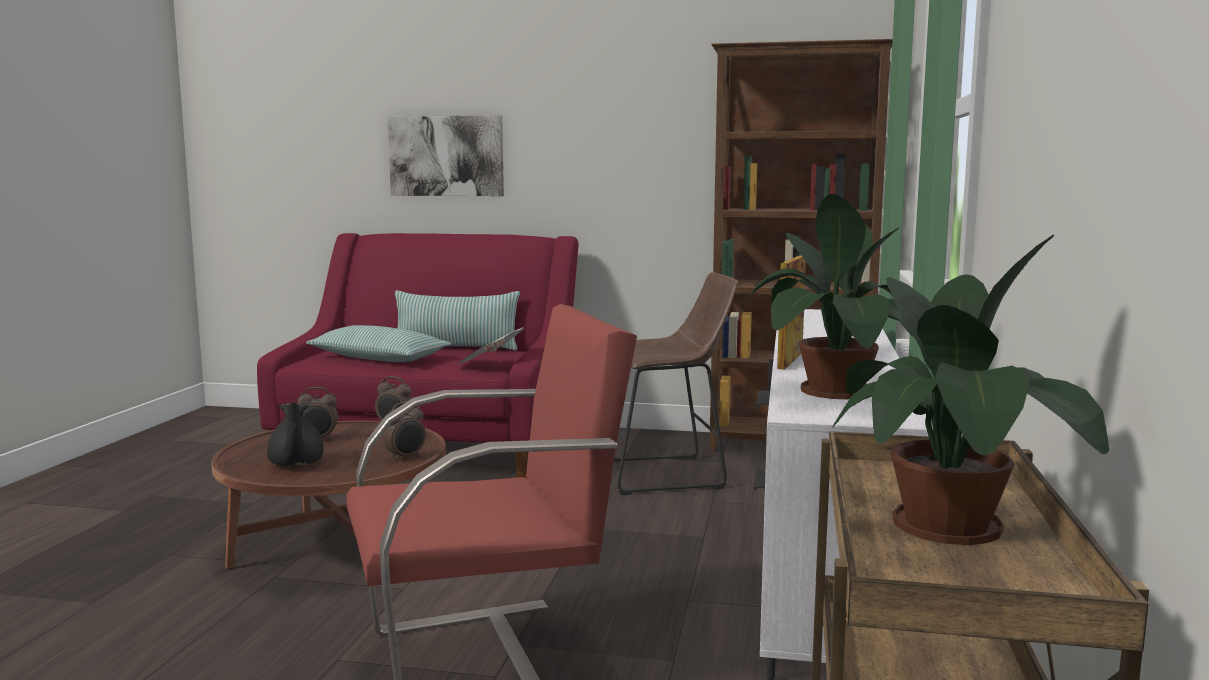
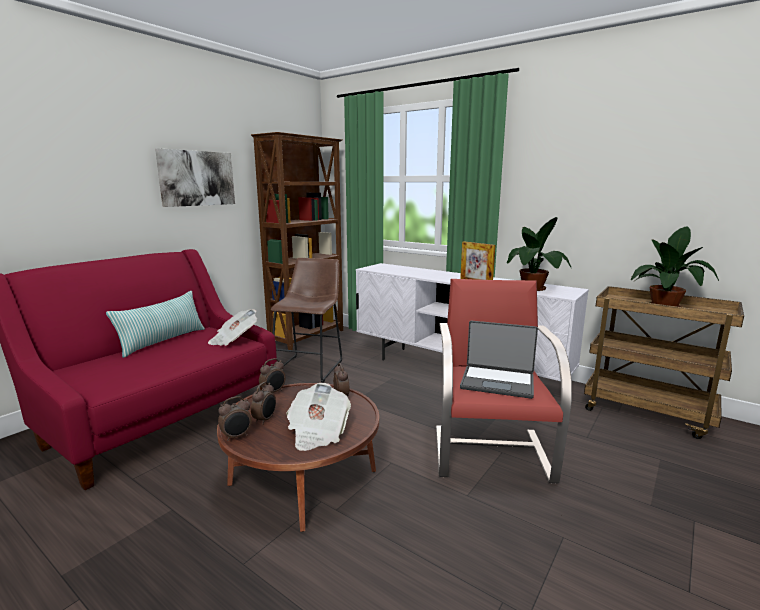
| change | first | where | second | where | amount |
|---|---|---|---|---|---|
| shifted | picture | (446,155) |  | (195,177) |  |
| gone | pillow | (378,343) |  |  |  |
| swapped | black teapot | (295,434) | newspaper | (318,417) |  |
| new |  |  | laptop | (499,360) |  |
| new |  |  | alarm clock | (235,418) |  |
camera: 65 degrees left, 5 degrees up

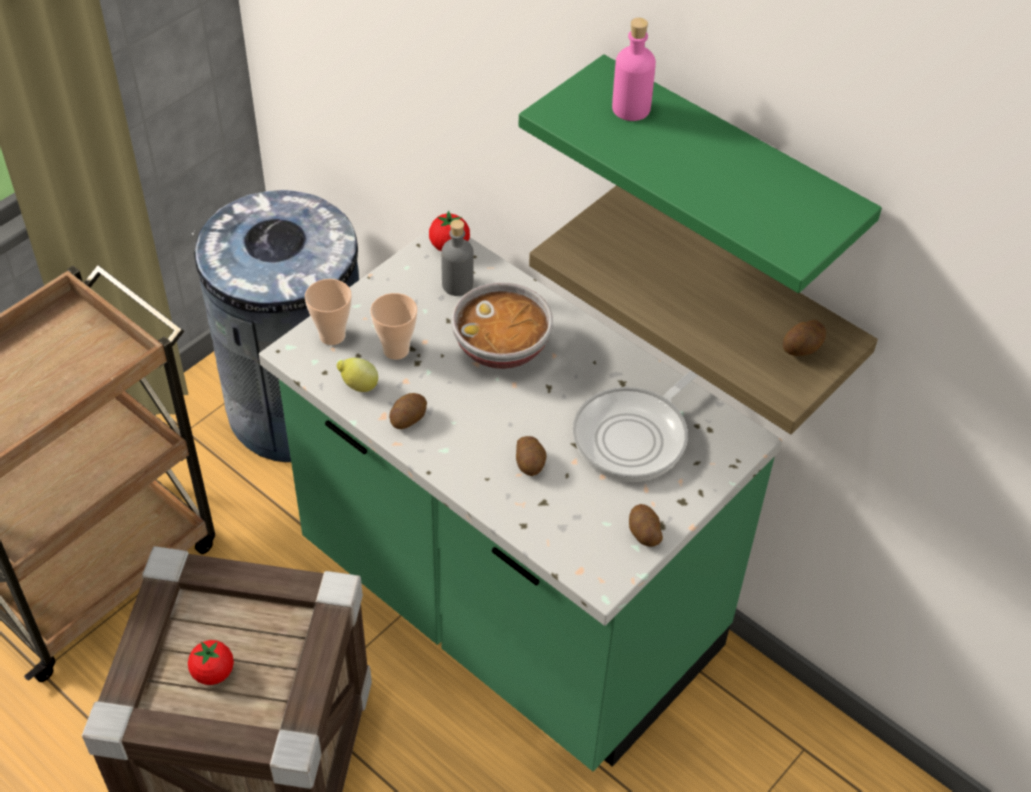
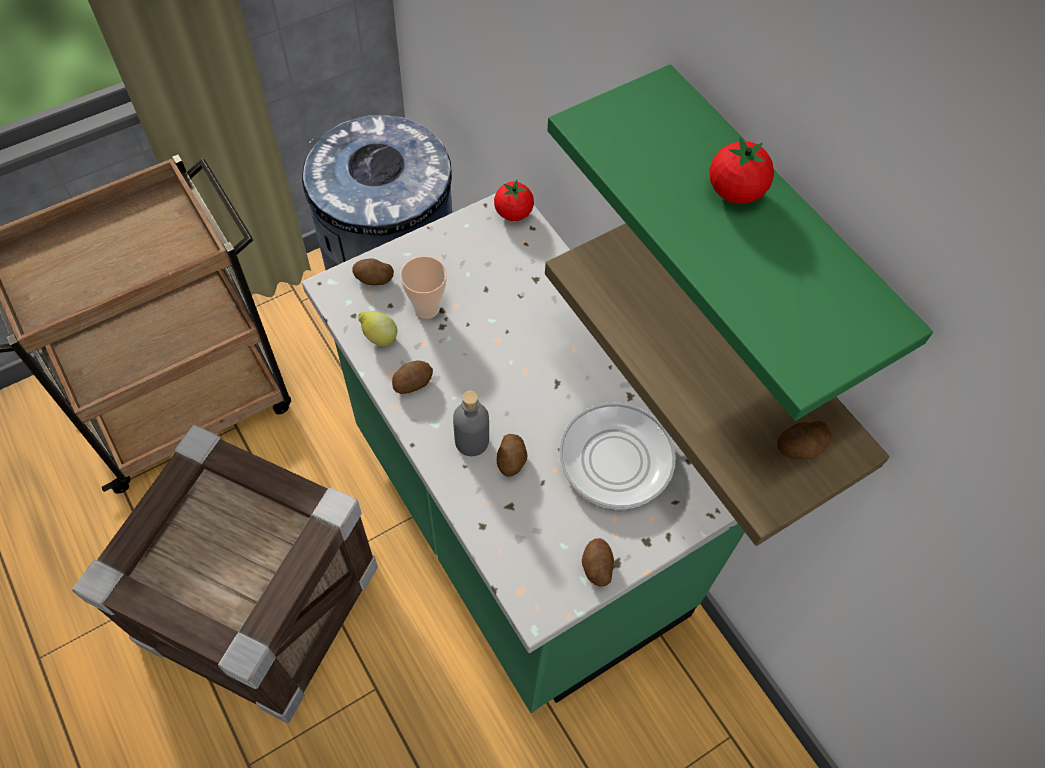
| change | first | where | second | where | amount |
|---|---|---|---|---|---|
| gone | pink bottle | (634,69) |  |  |  |
| shifted | grey bottle | (457,257) |  | (471,423) |  |
| swapped | cup | (328,312) | potato | (373,272) |  |
| gone | bowl | (502,326) |  |  |  |
| shifted | tomato | (211,662) |  | (741,171) |  |
camera: 15 degrees right, 10 degrees up

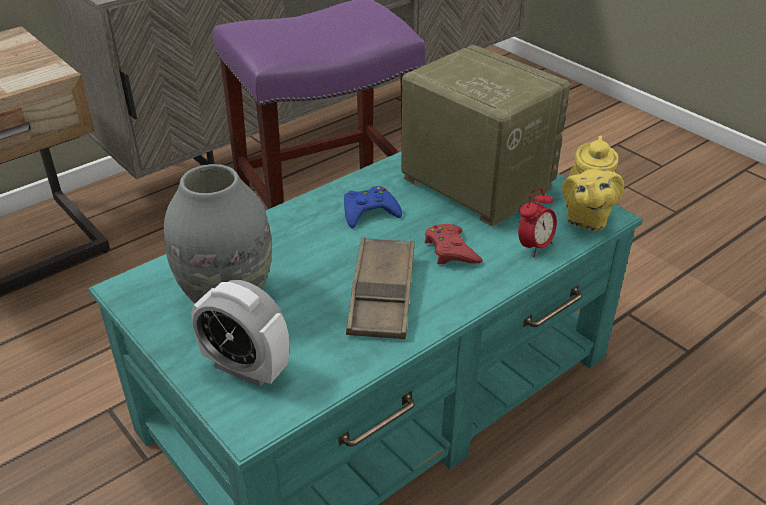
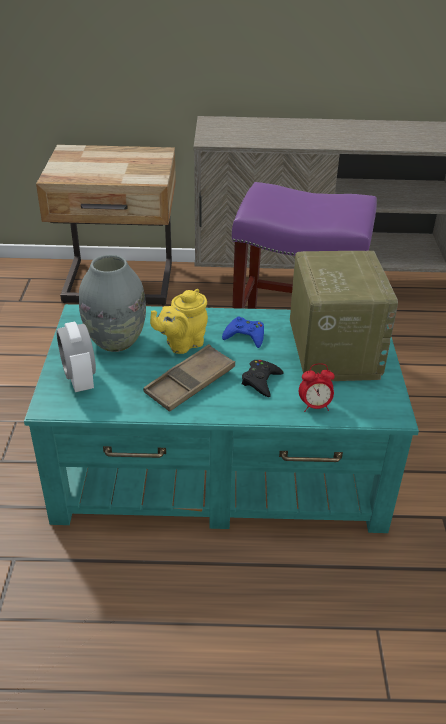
| change | first | where | second | where | amount |
|---|---|---|---|---|---|
| shifted | yellow teapot | (593,183) |  | (179,321) |  |
| repainted | red game controller | (454,244) | black game controller | (263,378) |  |
camera: 40 degrees right, 0 degrees up

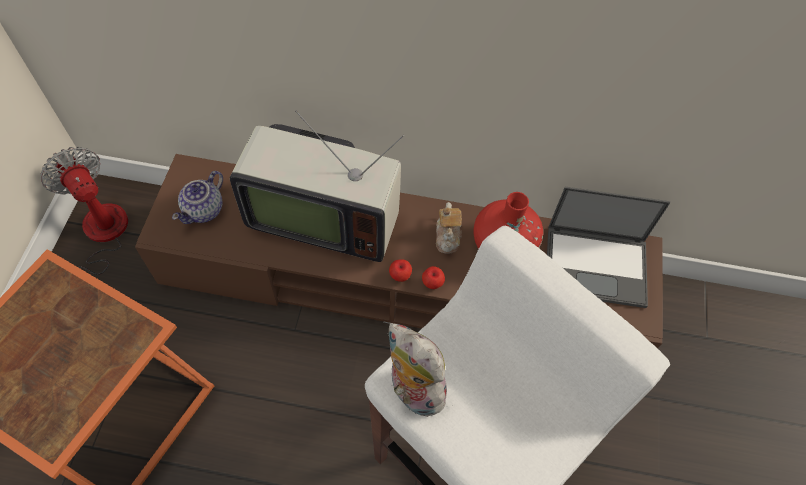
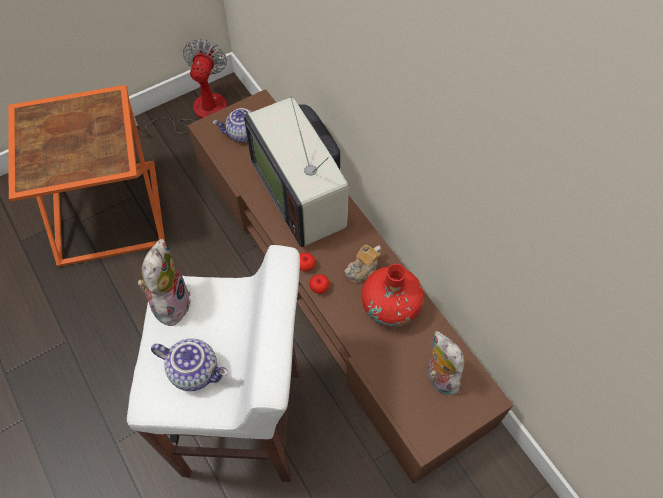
| change | first | where | second | where | amount |
|---|---|---|---|---|---|
| swapped | laptop | (608,247) | plush toy | (446,363) |  |
| new |  |  | teapot | (189,364) |  |
camera: 50 degrees right, 0 degrees up

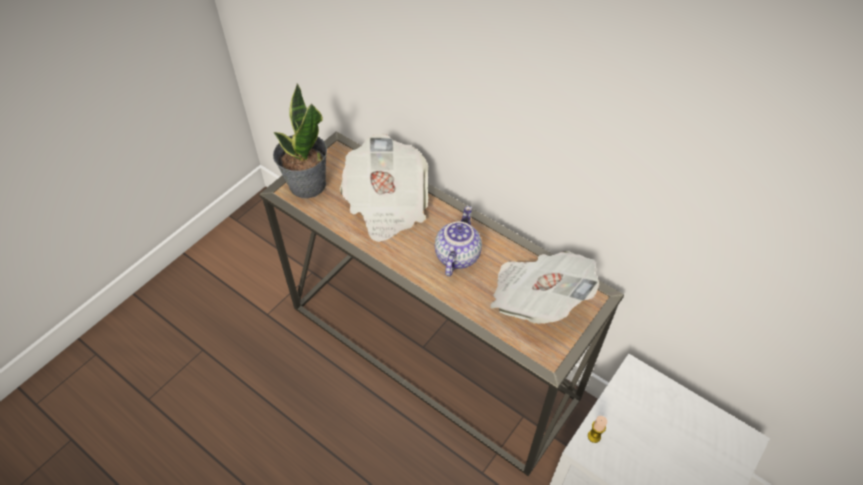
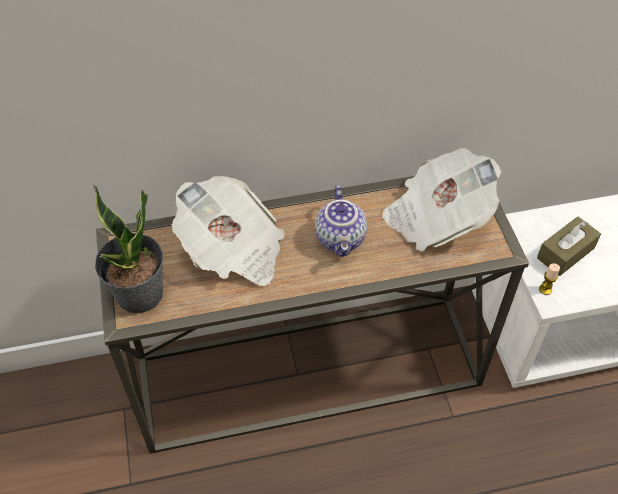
| change | first | where | second | where | amount |
|---|---|---|---|---|---|
| rotated | teapot | (458,241) |  | (341,221) | 150 degrees counterclockwise |
| new |  |  | brown tissue box | (569,246) |  |
camera: 50 degrees left, 0 degrees up

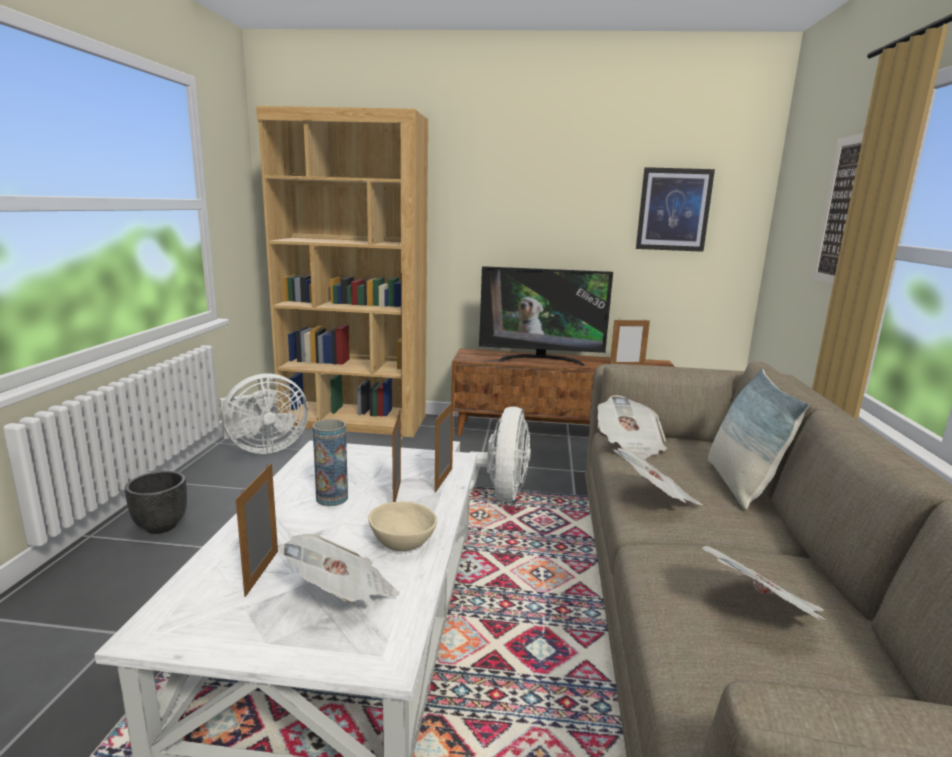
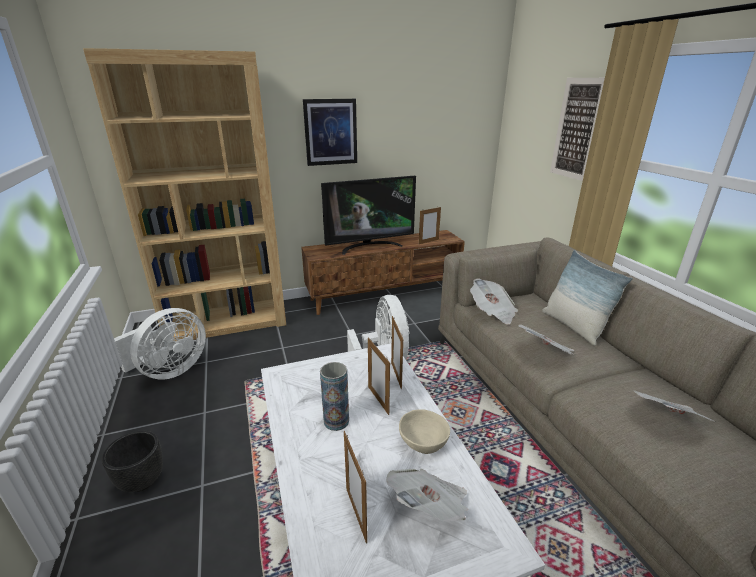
| change | first | where | second | where | amount |
|---|---|---|---|---|---|
| shifted | picture | (675,209) |  | (330,132) |  |
camera: 25 degrees left, 10 degrees up

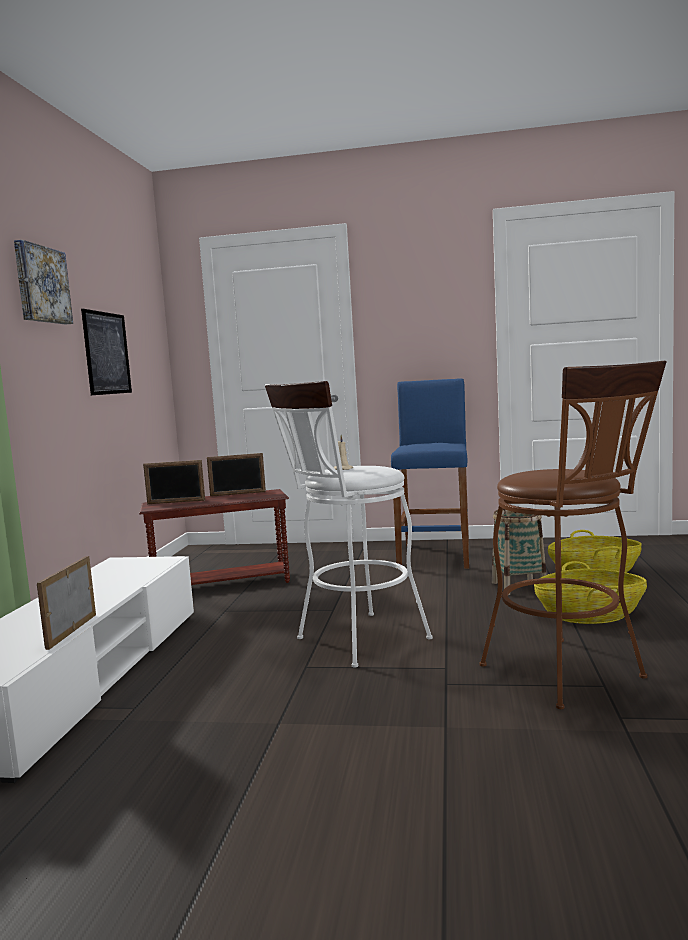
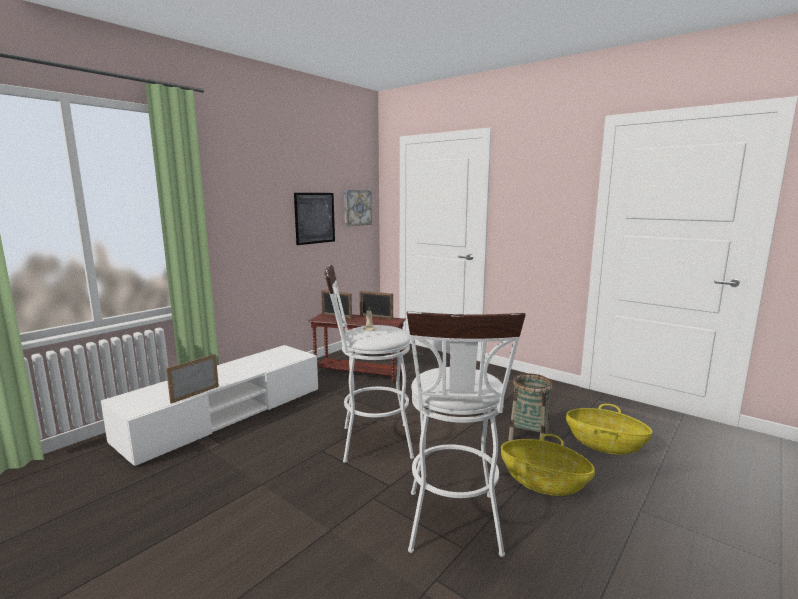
| change | first | where | second | where | amount |
|---|---|---|---|---|---|
| shifted | picture | (43,282) |  | (358,208) |  |
| repainted | brown stool | (573,535) | white stool | (466,434) |  |
| gone | blue stool | (430,473) |  |  |  |
camera: 30 degrees right, 5 degrees up

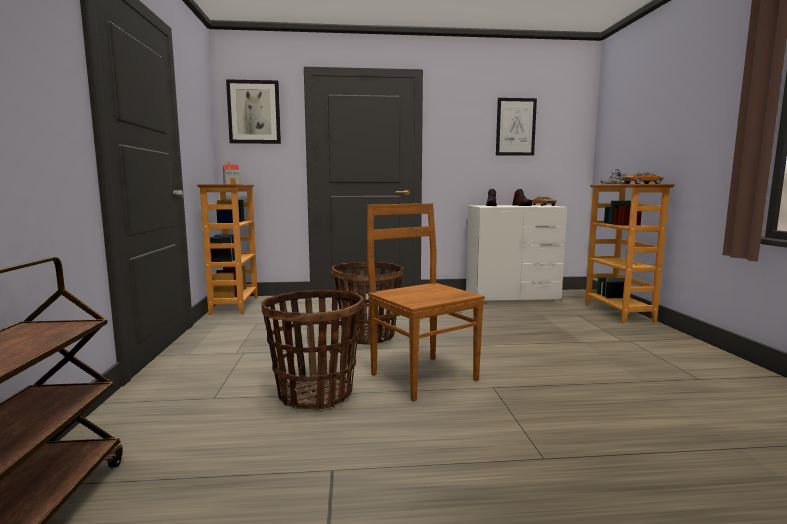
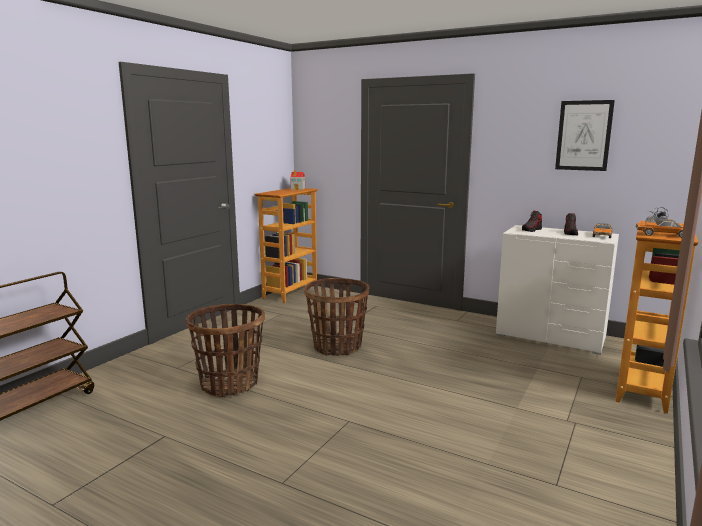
| change | first | where | second | where | amount |
|---|---|---|---|---|---|
| gone | picture | (253,111) |  |  |  |
| gone | brown chair | (426,302) |  |  |  |
camera: 35 degrees right, 5 degrees up

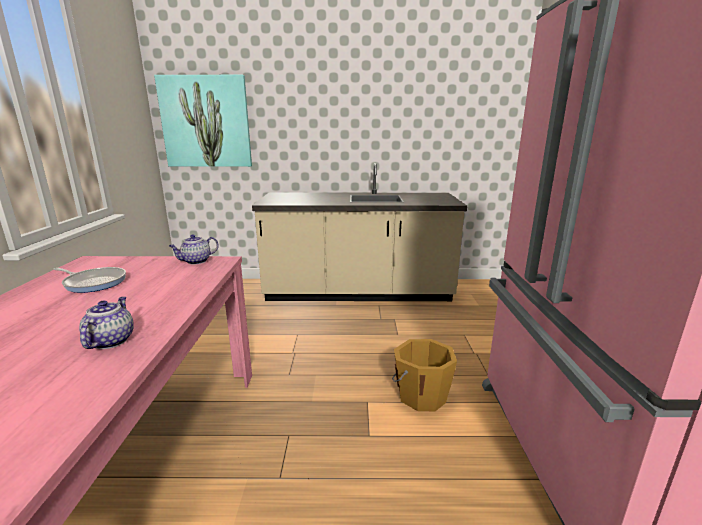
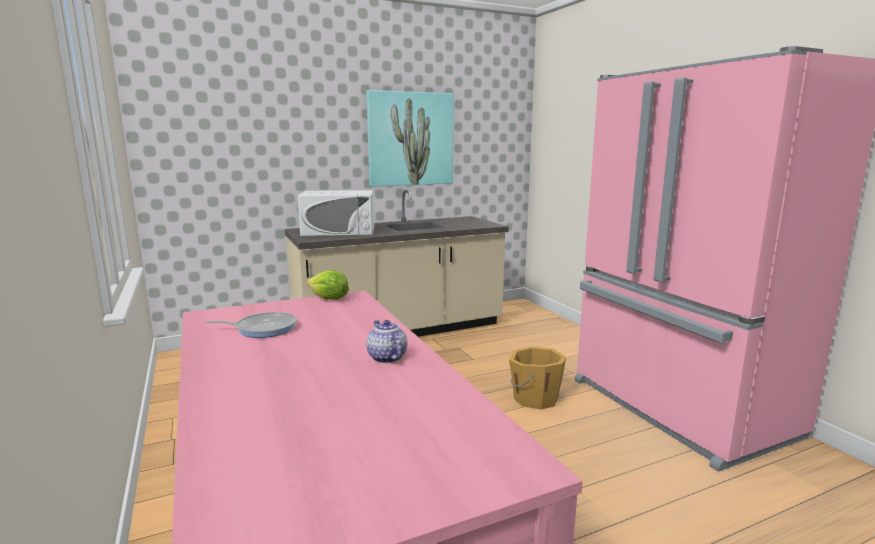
| change | first | where | second | where | amount |
|---|---|---|---|---|---|
| shifted | picture | (203,121) |  | (410,138) |  |
| swapped | teapot | (194,249) | lettuce | (328,285) |  |
| new |  |  | white microwave | (336,213) |  |
camera: 25 degrees left, 5 degrees down

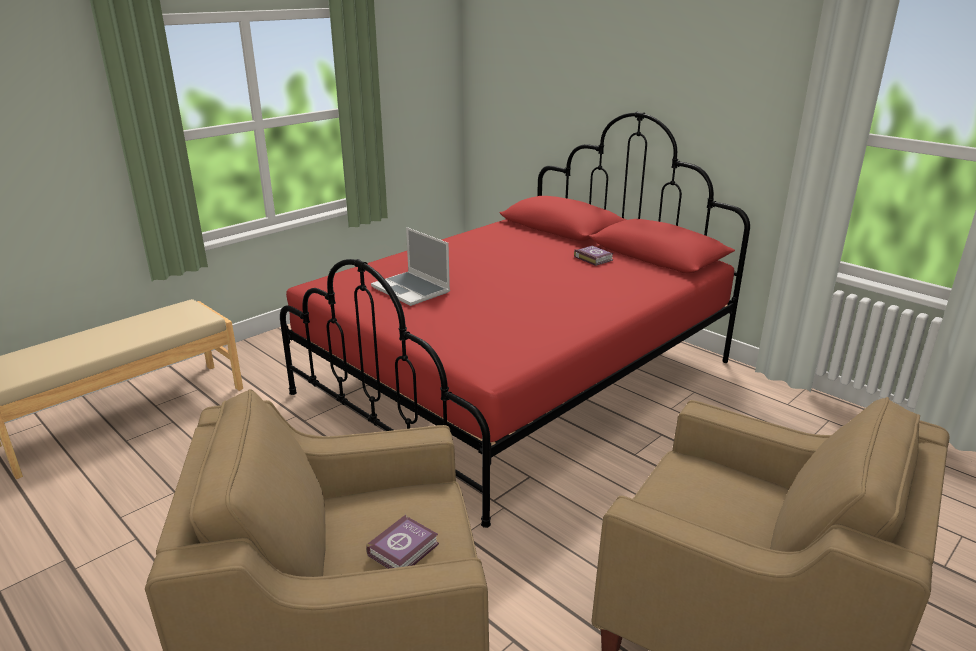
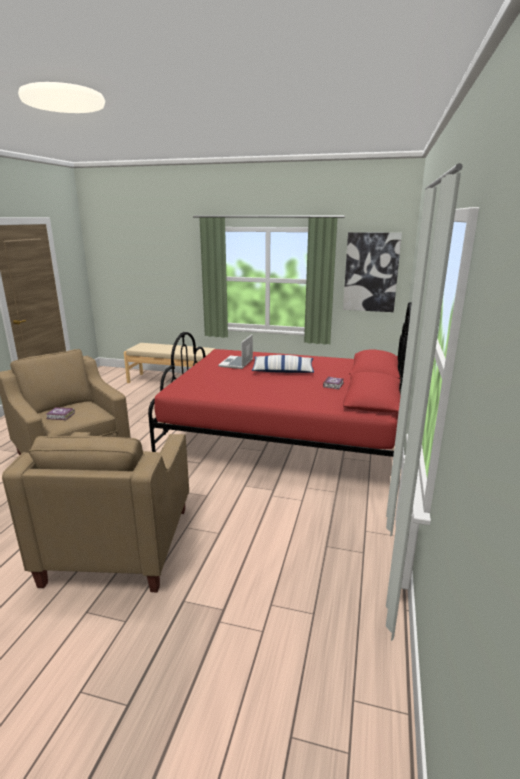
| change | first | where | second | where | amount |
|---|---|---|---|---|---|
| new |  |  | picture | (372,272) |  |
| new |  |  | pillow | (283,364) |  |
camera: 60 degrees right, 5 degrees down

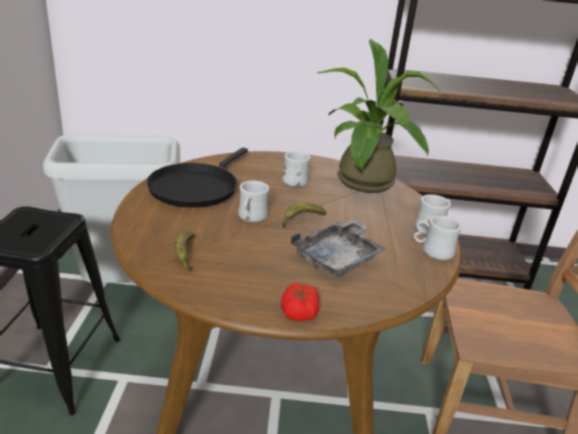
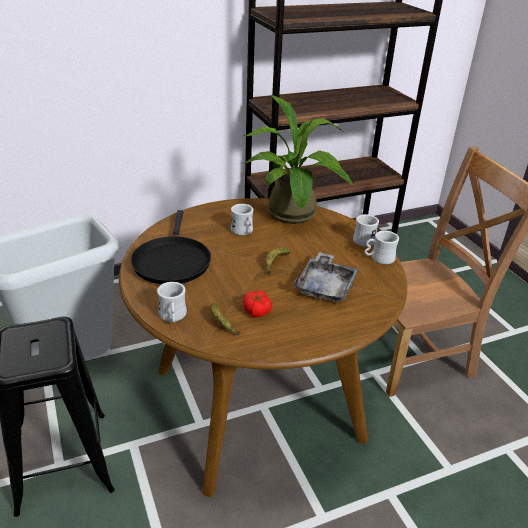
| change | first | where | second | where | amount |
|---|---|---|---|---|---|
| shifted | white mug | (254,201) |  | (172,302) |  |
| shifted | tomato | (300,302) |  | (257,303) |  |
camera: 25 degrees left, 5 degrees up

